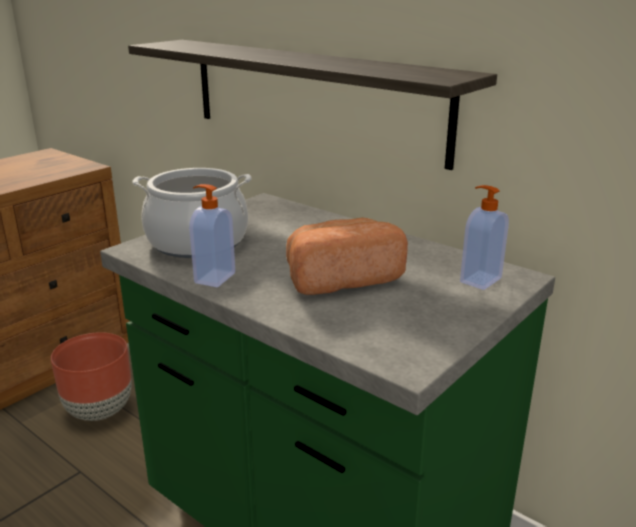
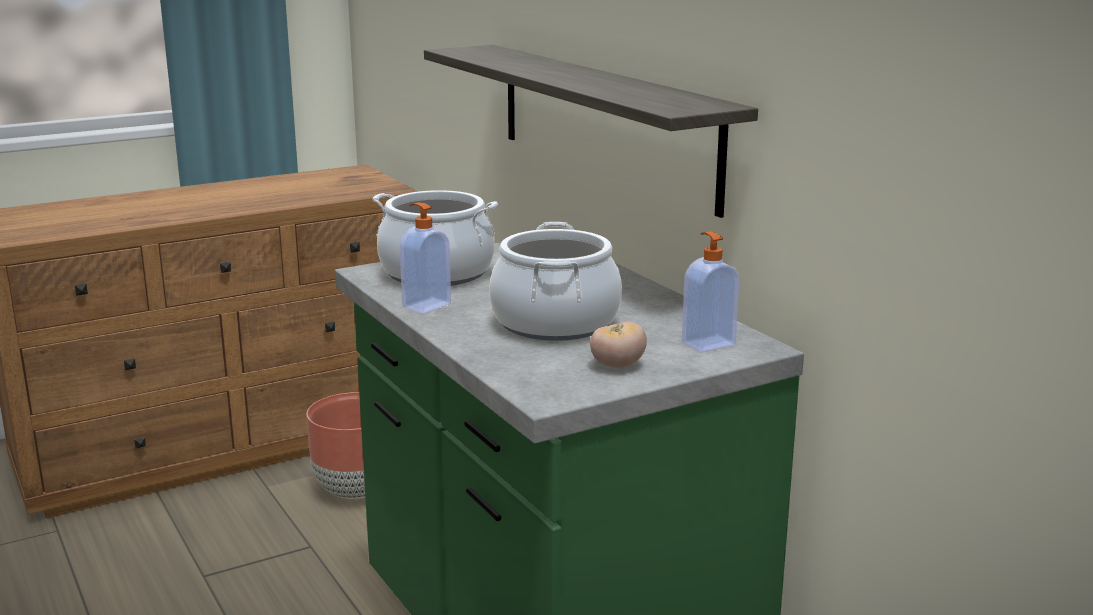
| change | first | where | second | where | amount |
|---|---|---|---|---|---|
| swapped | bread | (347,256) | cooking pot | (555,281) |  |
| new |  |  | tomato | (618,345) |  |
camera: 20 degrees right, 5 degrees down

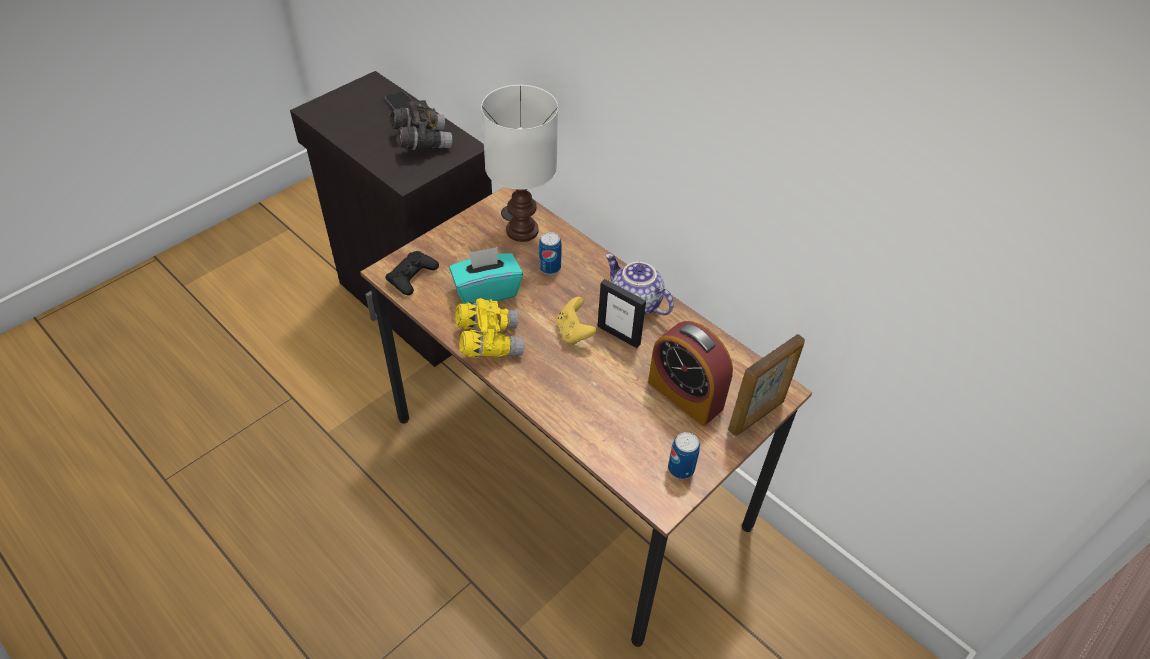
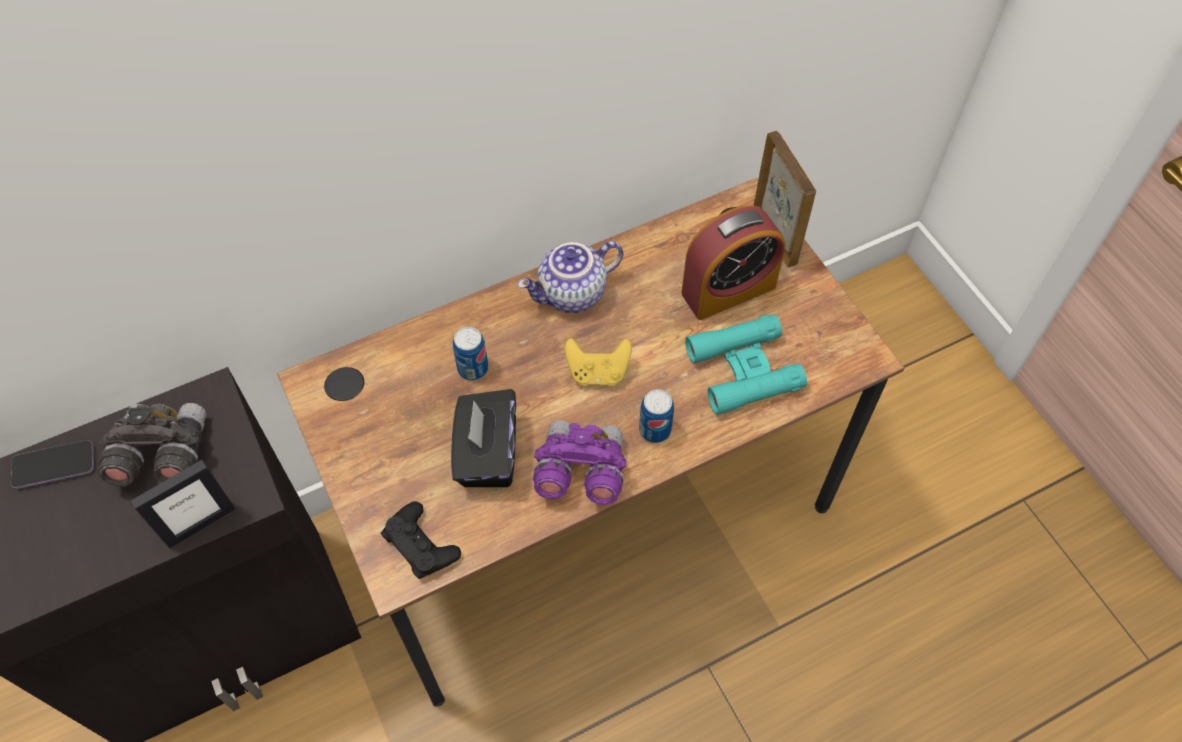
| change | first | where | second | where | amount |
|---|---|---|---|---|---|
| gone | white table lamp | (519,163) |  |  |  |
| repainted | turquoise tissue box | (486,275) | black tissue box | (483,438) |  |
| shifted | picture frame | (621,313) |  | (183,504) |  |
| repainted | yellow binoculars | (489,328) | purple binoculars | (580,462) |  |
| shifted | can | (684,455) |  | (656,416) |  |
| new |  |  | turquoise binoculars | (746,364) |  |
camera: 70 degrees left, 10 degrees up

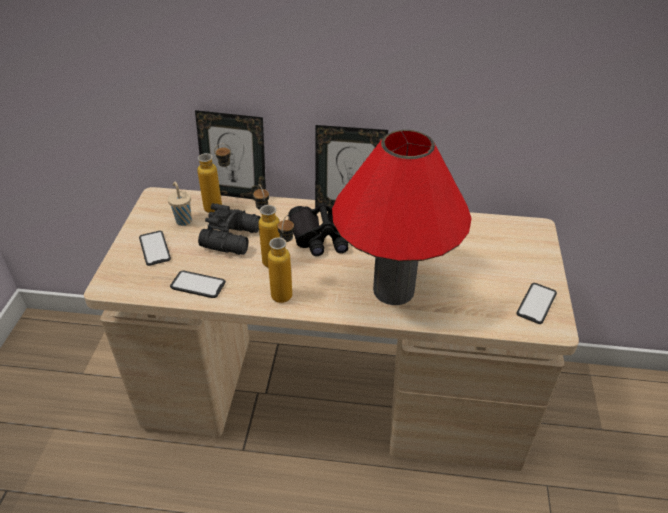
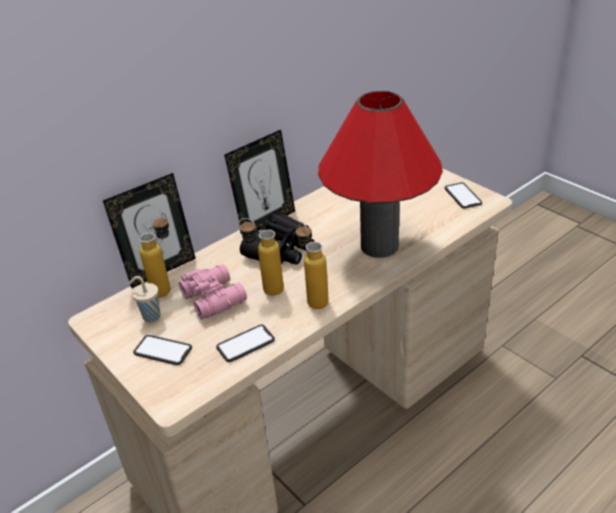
| change | first | where | second | where | amount |
|---|---|---|---|---|---|
| repainted | black binoculars | (229,229) | pink binoculars | (213,291) |  |
camera: 45 degrees left, 5 degrees down

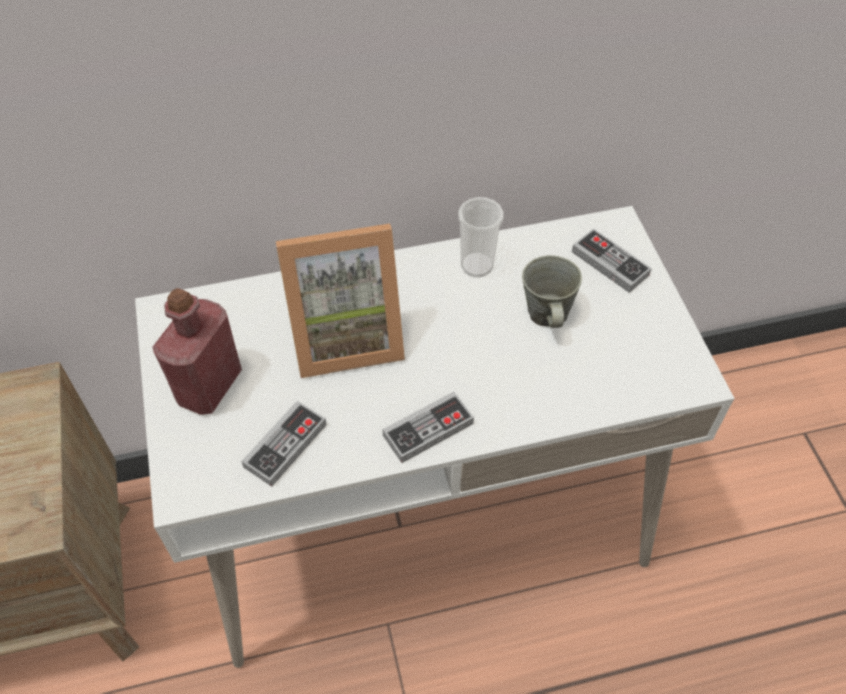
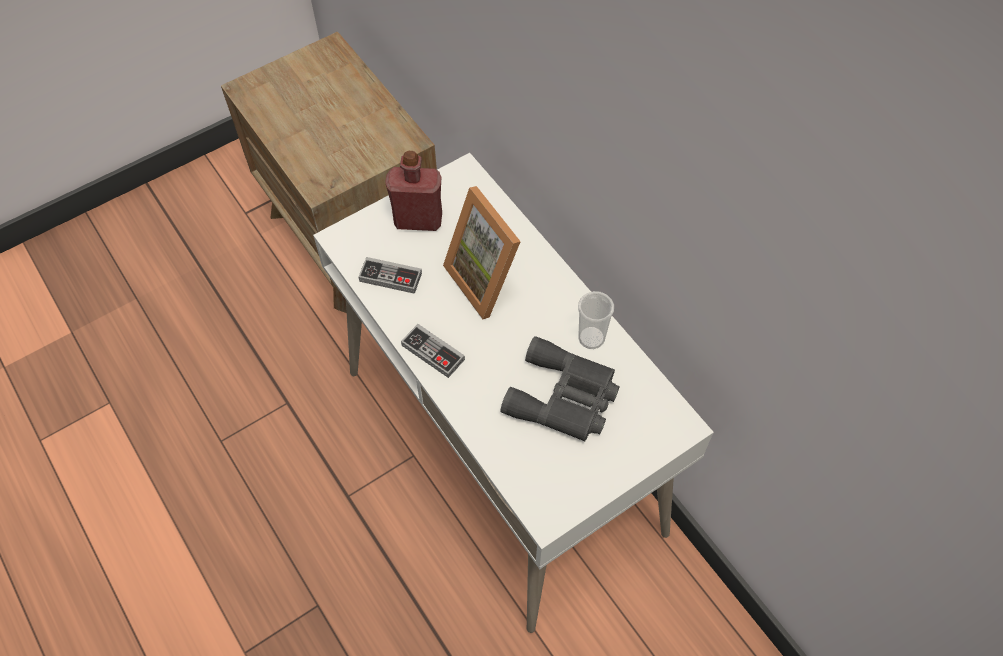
| change | first | where | second | where | amount |
|---|---|---|---|---|---|
| gone | game controller | (612,260) |  |  |  |
| swapped | grey mug | (552,291) | grey binoculars | (560,388) |  |
camera: 70 degrees right, 5 degrees up

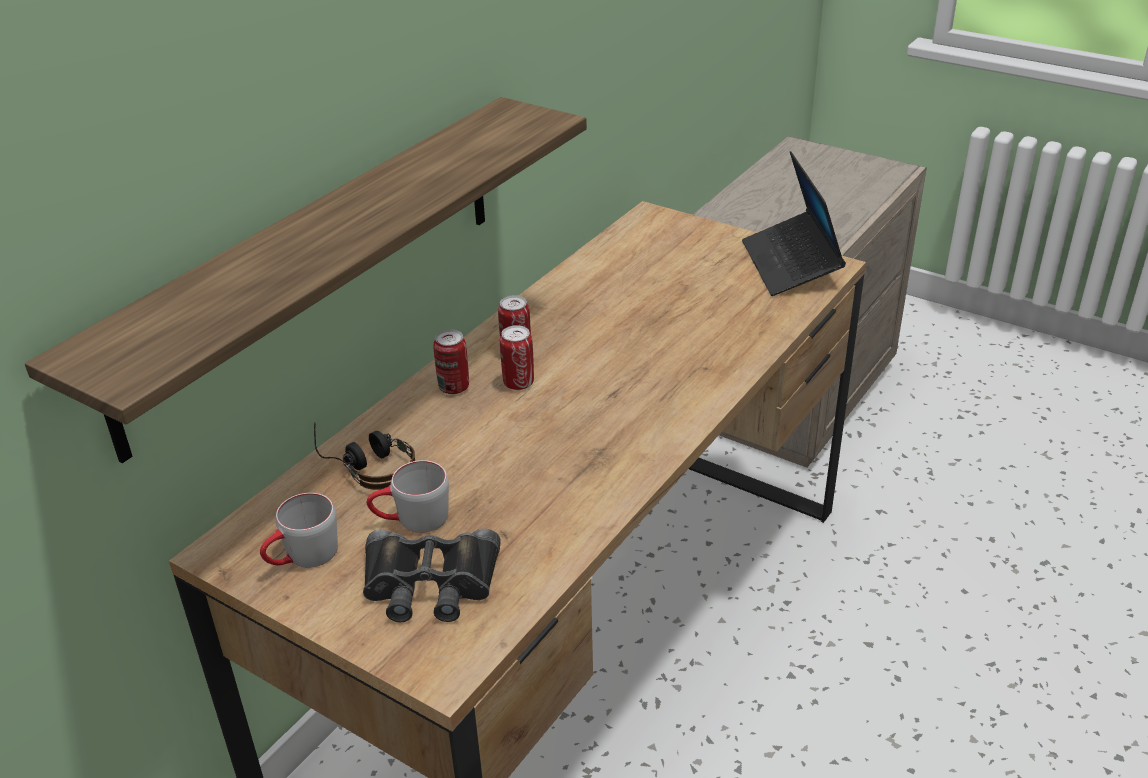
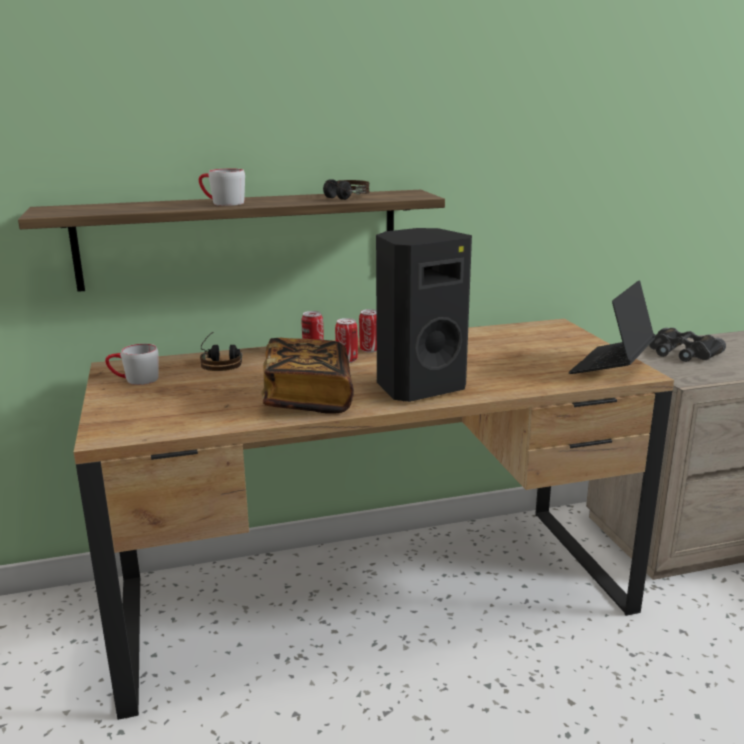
| change | first | where | second | where | amount |
|---|---|---|---|---|---|
| shifted | grey mug | (408,496) |  | (222,187) |  |
| shifted | black binoculars | (432,575) |  | (687,345) |  |
| new |  |  | headphones | (346,189) |  |
| new |  |  | black speaker | (424,315) |  |
| new |  |  | book | (307,376) |  |
camera: 40 degrees right, 15 degrees down

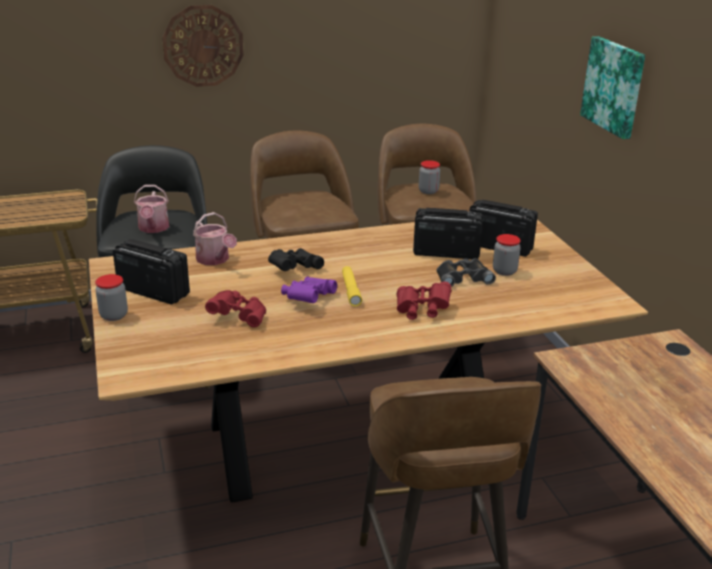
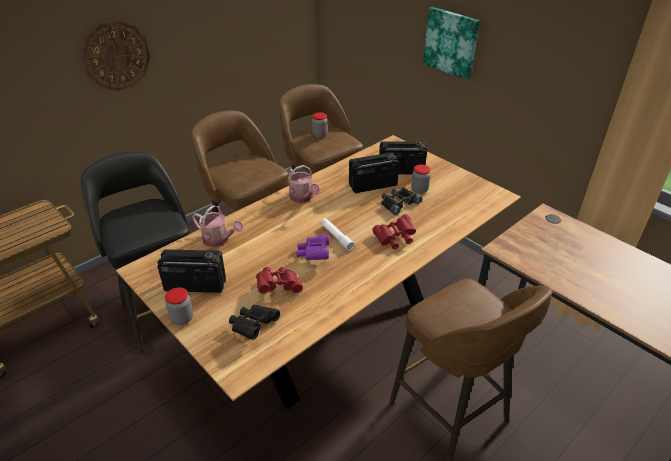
| change | first | where | second | where | amount |
|---|---|---|---|---|---|
| shifted | watering can | (151,209) |  | (304,184) |  |
| shifted | black binoculars | (296,259) |  | (254,322) |  |
| repainted | yellow flashlight | (352,286) | white flashlight | (338,234) |  |
camera: 25 degrees left, 10 degrees up

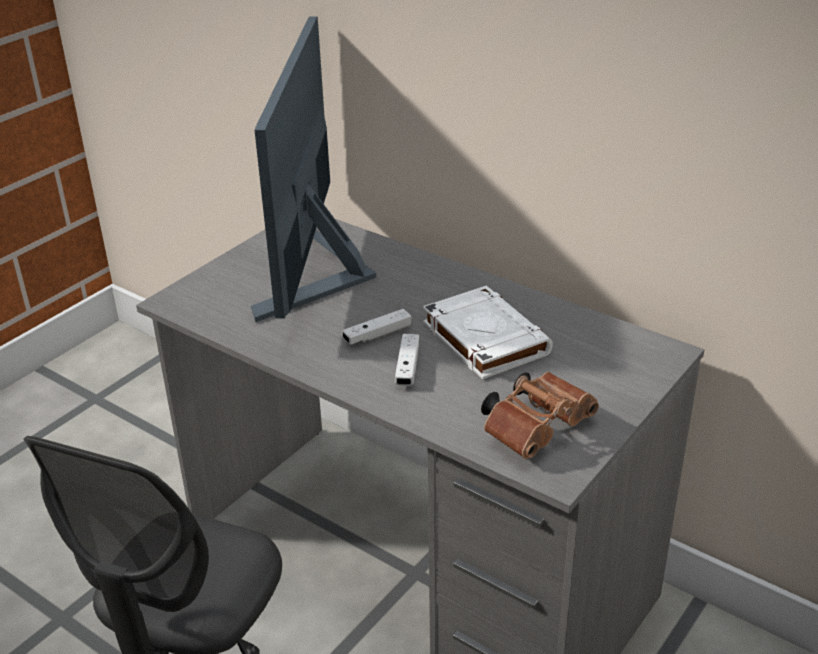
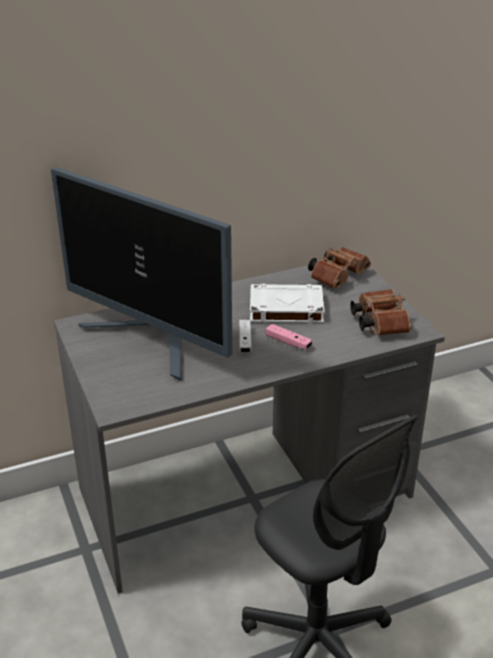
| change | first | where | second | where | amount |
|---|---|---|---|---|---|
| repainted | white game controller | (407,360) | pink game controller | (289,337) |  |
| new |  |  | brown binoculars | (339,268) |  |
camera: 60 degrees left, 0 degrees up

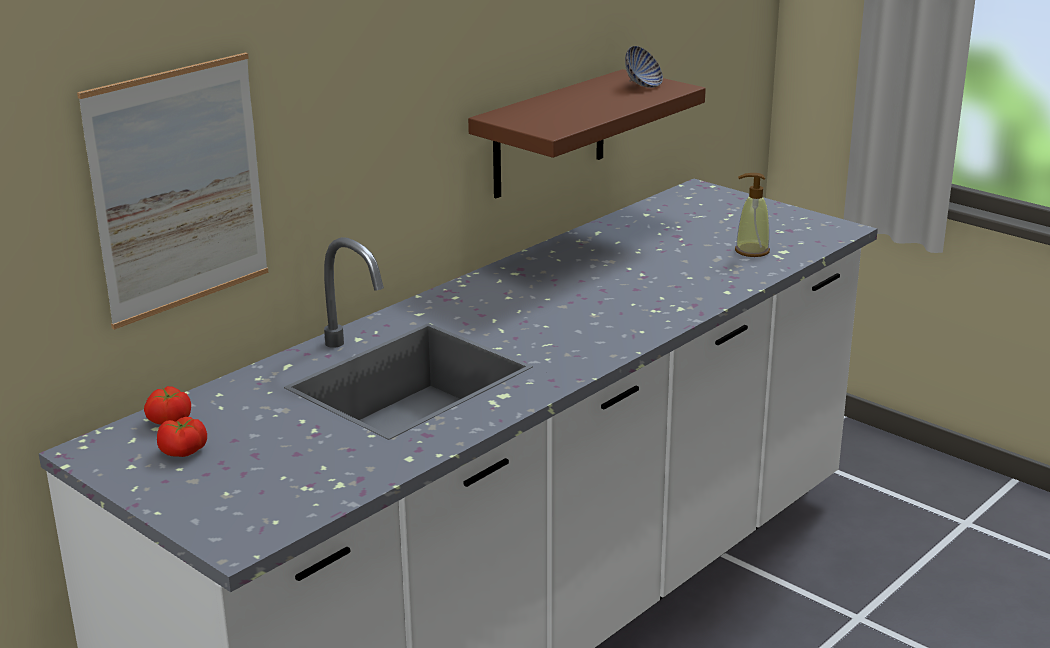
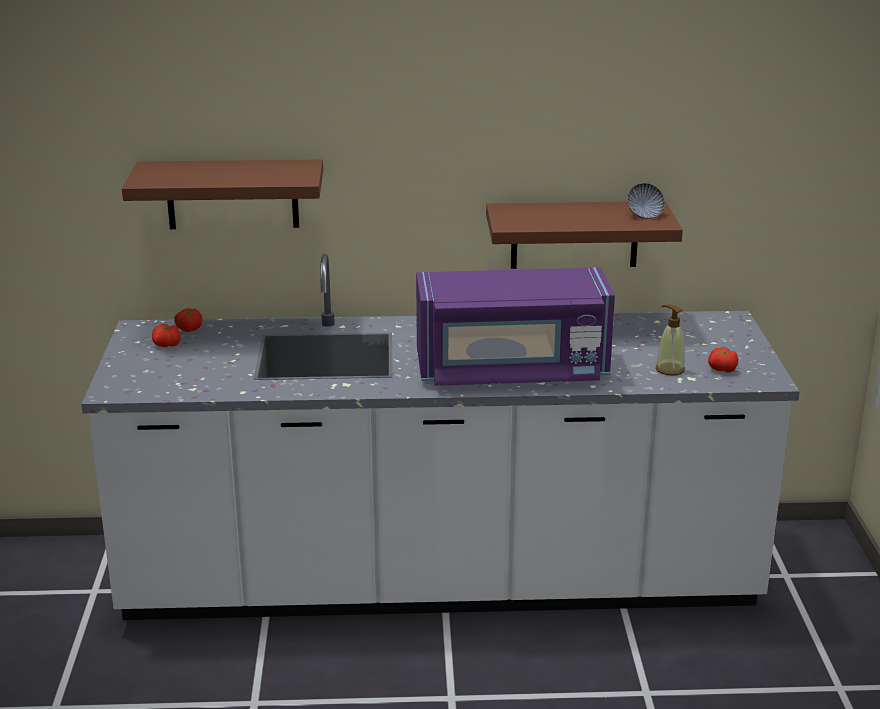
| change | first | where | second | where | amount |
|---|---|---|---|---|---|
| swapped | picture | (172,191) | brown shelf | (222,194) |  |
| new |  |  | purple microwave | (515,326) |  |
| new |  |  | tomato | (723,360) |  |
camera: 45 degrees right, 0 degrees up

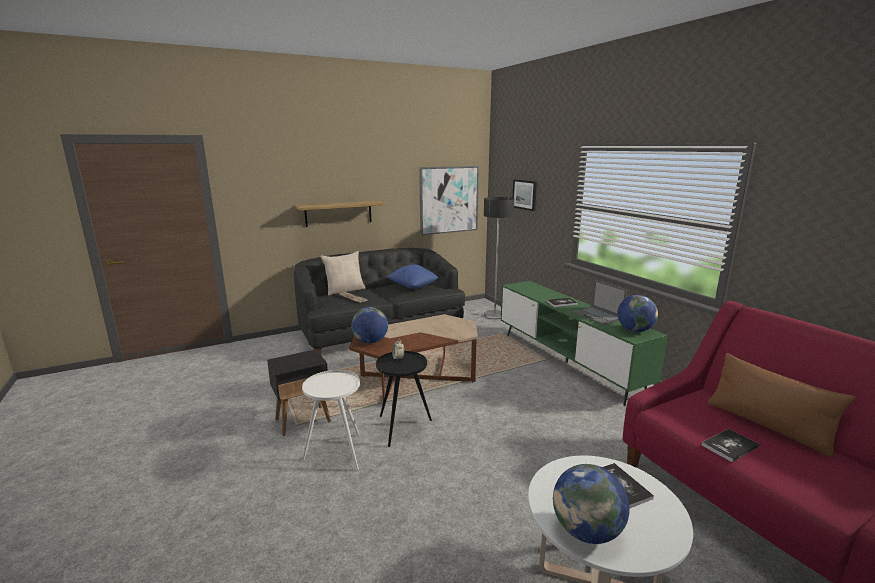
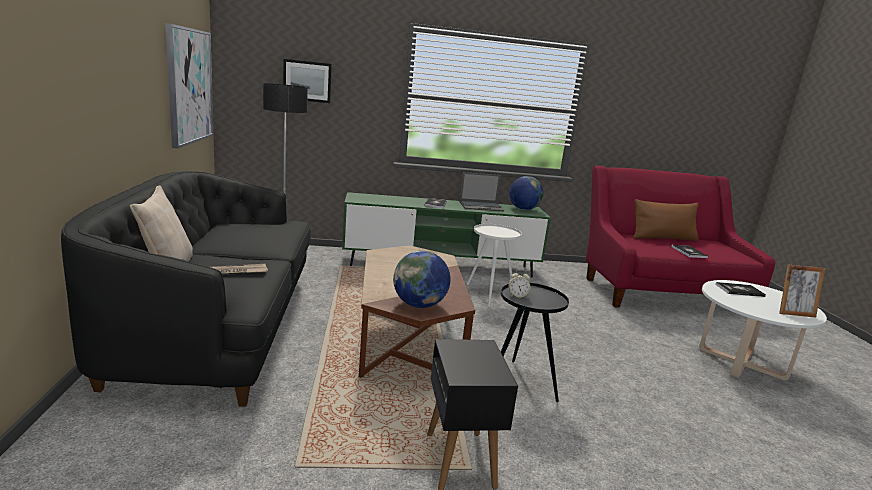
| change | first | where | second | where | amount |
|---|---|---|---|---|---|
| gone | shelf | (340,214) |  |  |  |
| gone | blue pillow | (413,276) |  |  |  |
| shifted | white side table | (331,420) |  | (494,265) |  |
| swapped | globe | (591,504) | picture frame | (802,290) |  |
camera: 70 degrees left, 0 degrees up

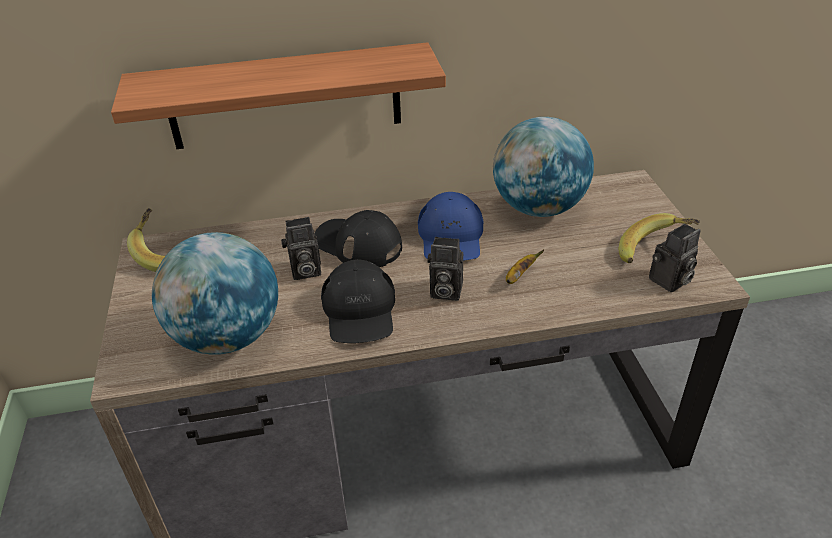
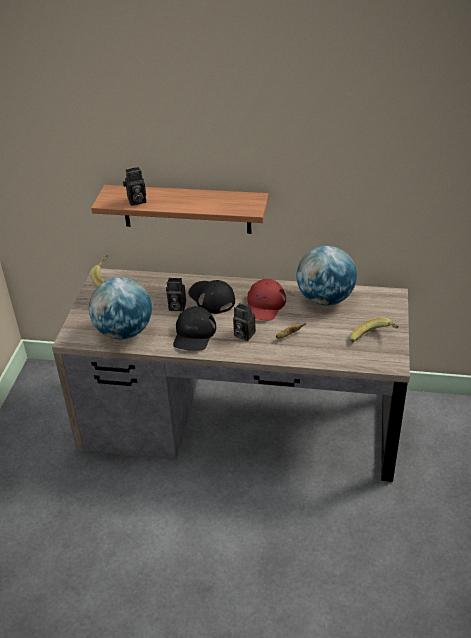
| change | first | where | second | where | amount |
|---|---|---|---|---|---|
| repainted | blue cap | (451,226) | red cap | (266,299) |  |
| shifted | photo camera | (675,257) |  | (134,186) |  |
camera: 20 degrees right, 0 degrees up

